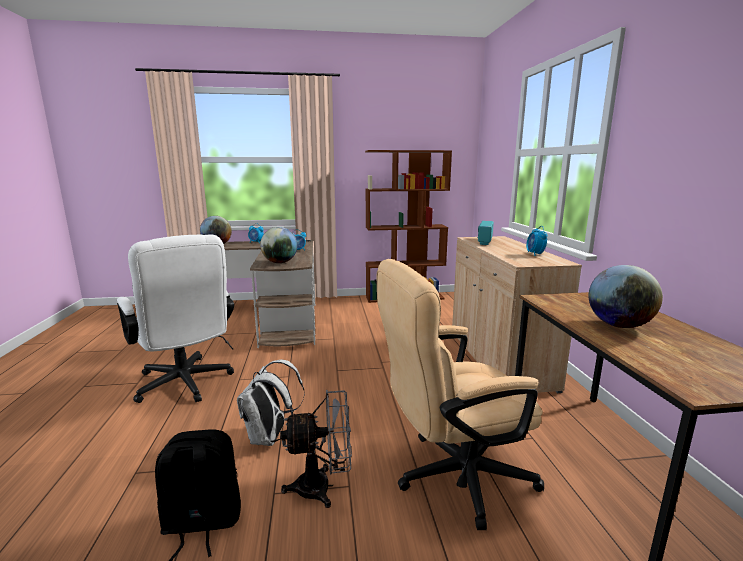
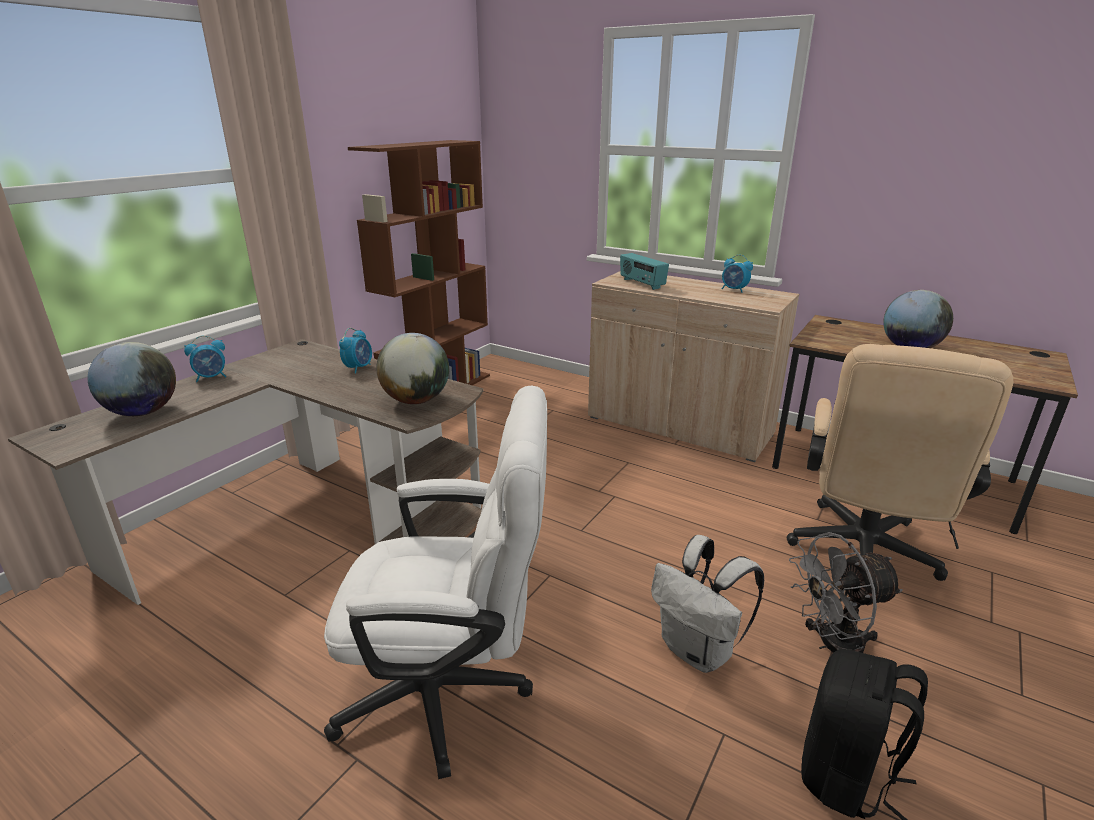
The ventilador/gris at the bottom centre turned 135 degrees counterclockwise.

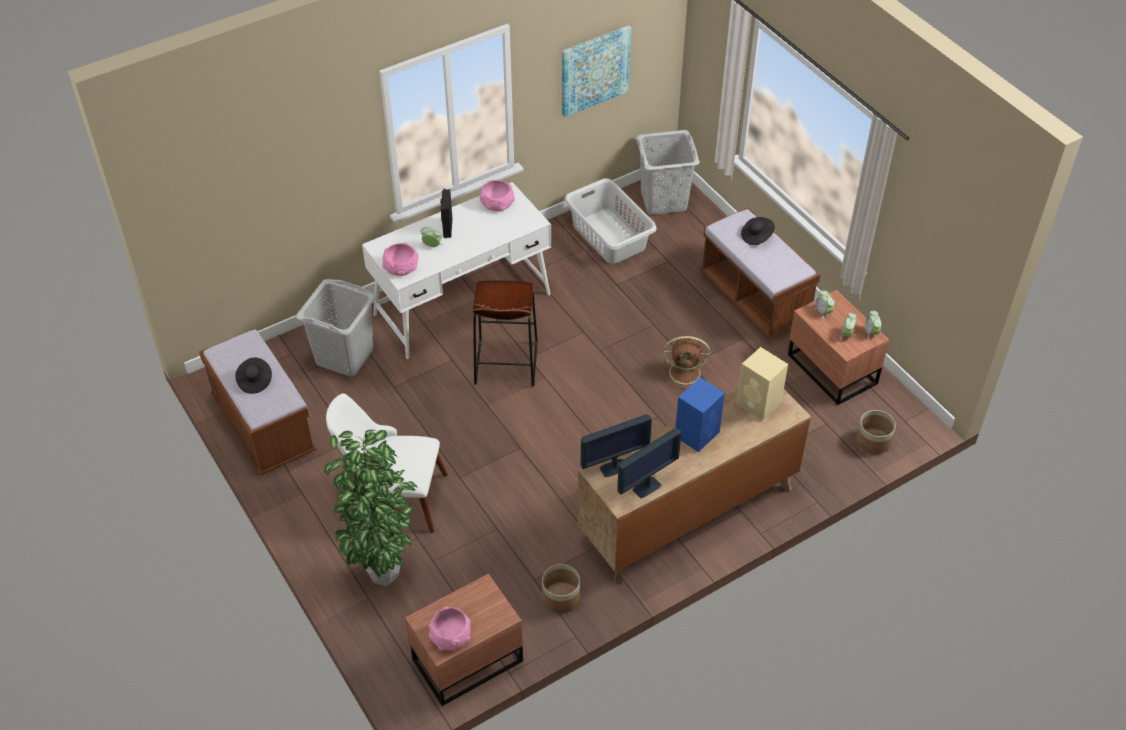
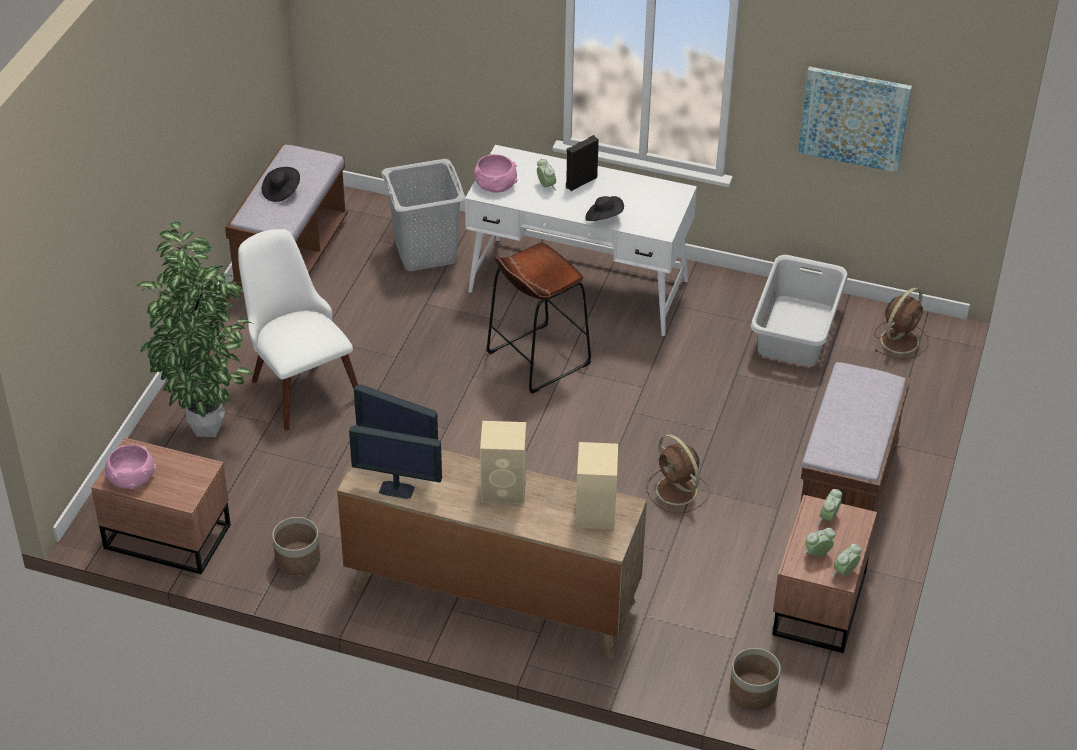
The cuenco/rosa (3rd from left) at the top centre disappeared.
The sombrero/negro (2nd from left) moved from the top right to the top centre.
The cesto de la ropa/gris (3rd from left) at the top centre was replaced by the ventilador/marrón (2nd from left) at the middle right.
The altavoz/azul at the centre became the altavoz/beis (1st from left) at the centre.

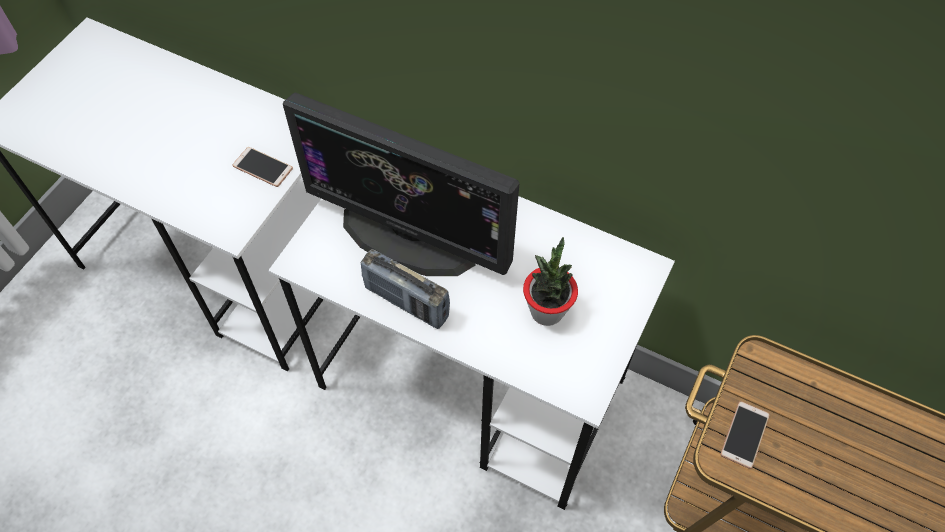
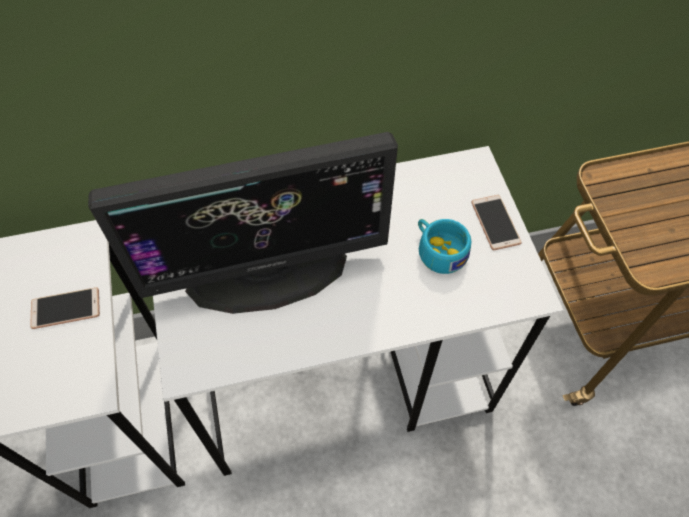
The radio at the centre disappeared.
The móvil (2nd from left) moved from the bottom right to the middle right.
The planta en maceta at the centre was replaced by the taza/turquesa at the centre.

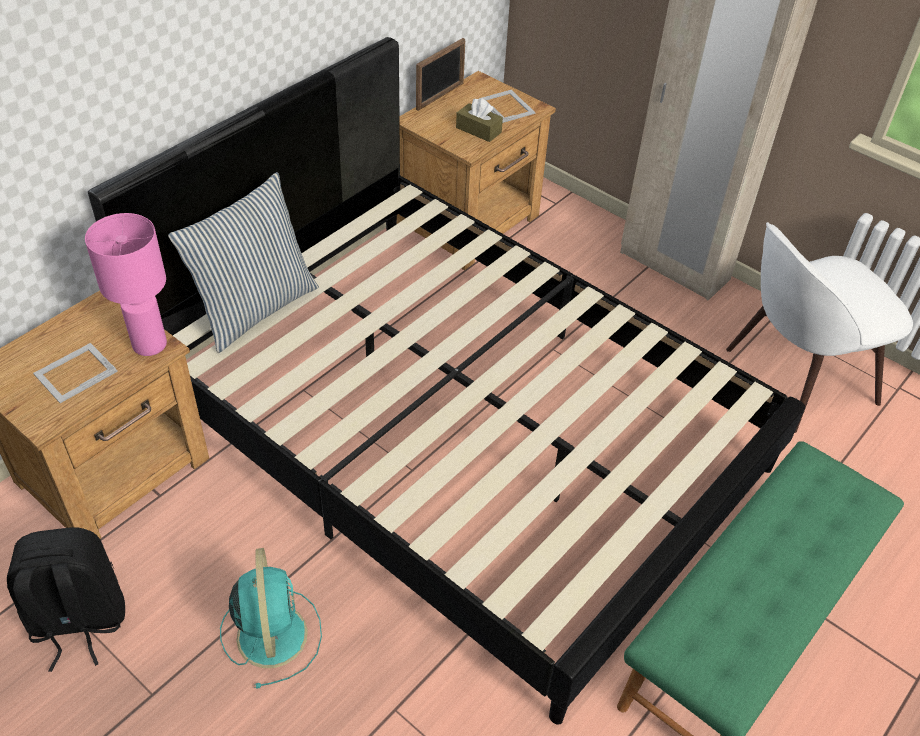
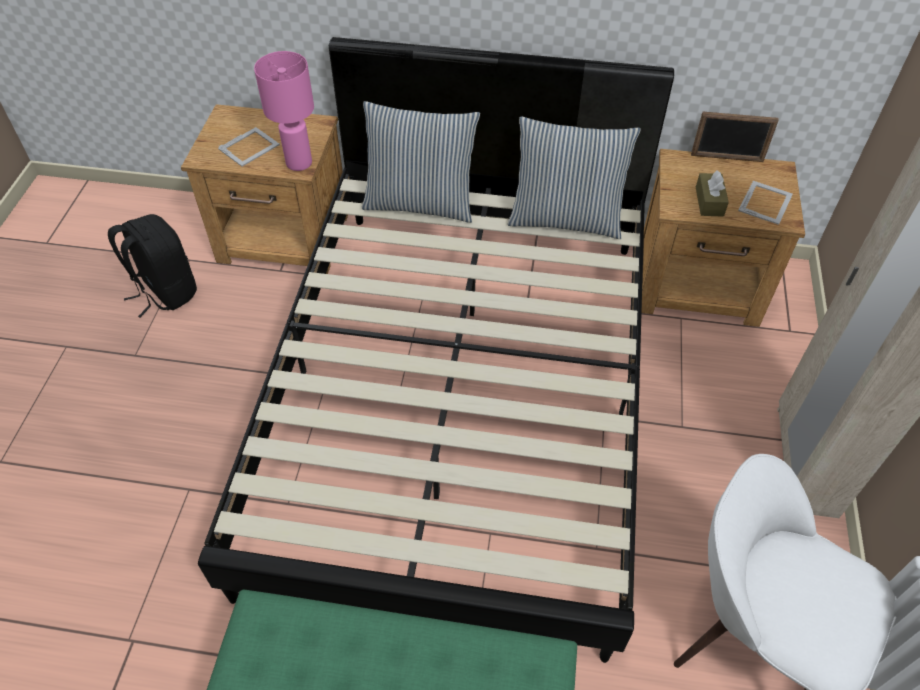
The ventilador/turquesa at the bottom left disappeared.
The cojín (2nd from left) at the top centre appeared.
The portarretratos (1st from left) at the middle left turned 120 degrees clockwise.

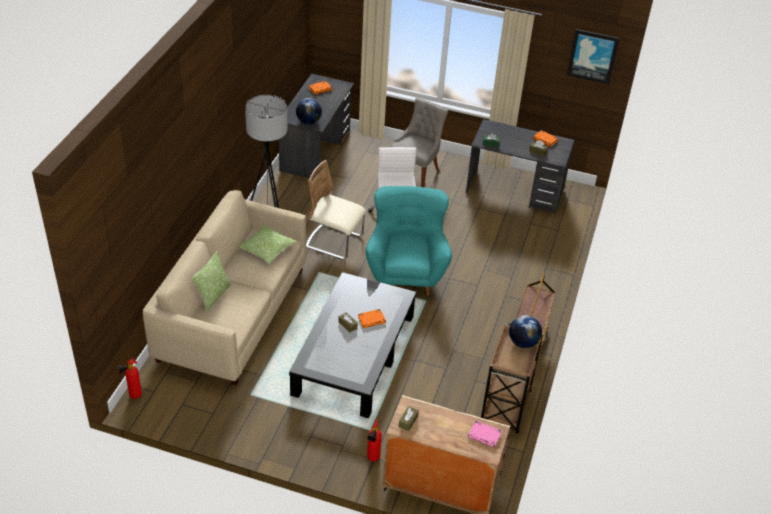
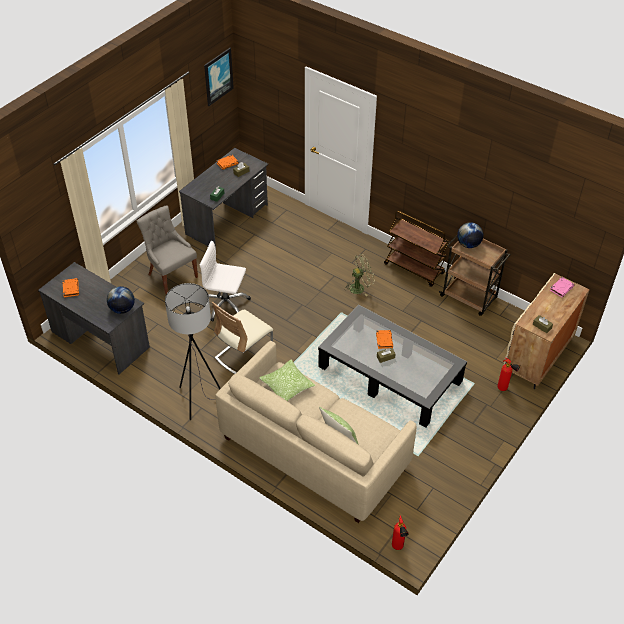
The sillón/turquesa at the centre disappeared.
The ventilador/verde at the centre appeared.

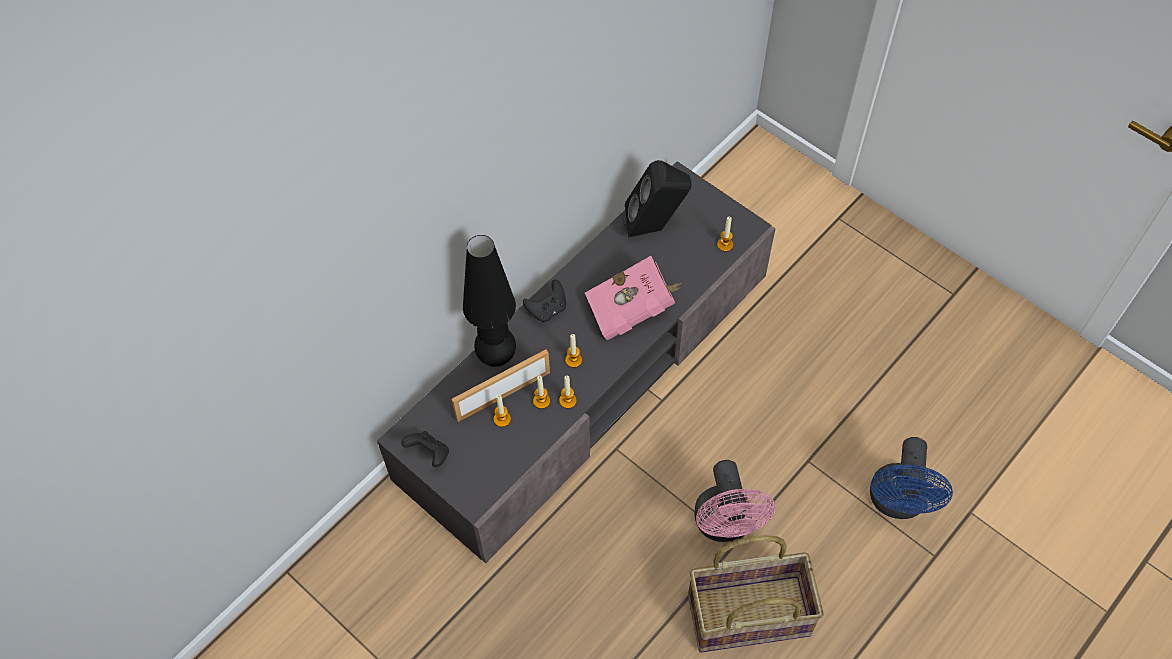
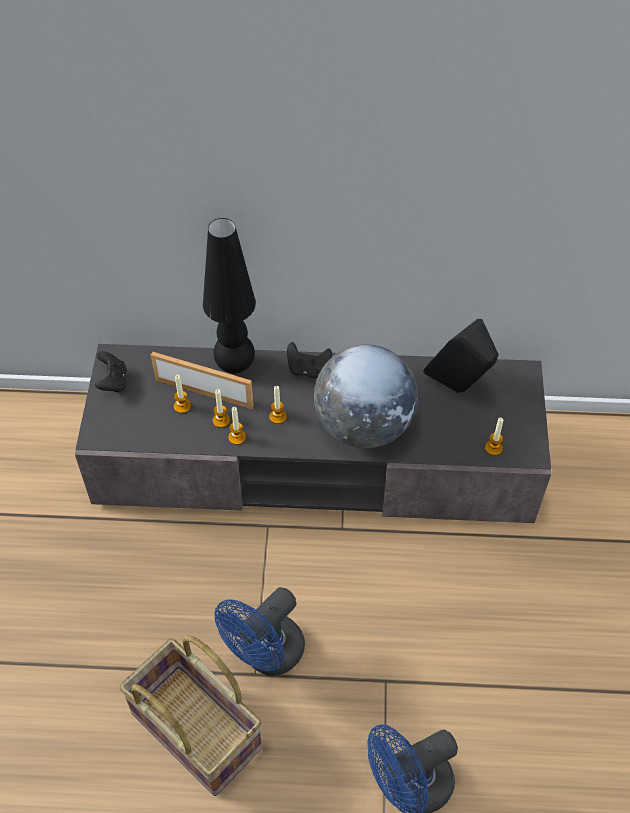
The libro/rosa at the centre was replaced by the globo terráqueo at the centre.
The ventilador/rosa at the bottom centre became the ventilador/azul (1st from left) at the bottom centre.

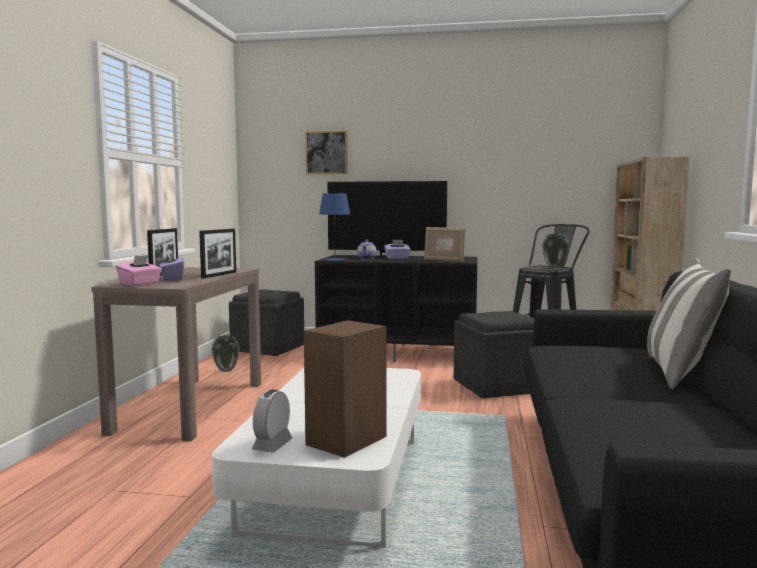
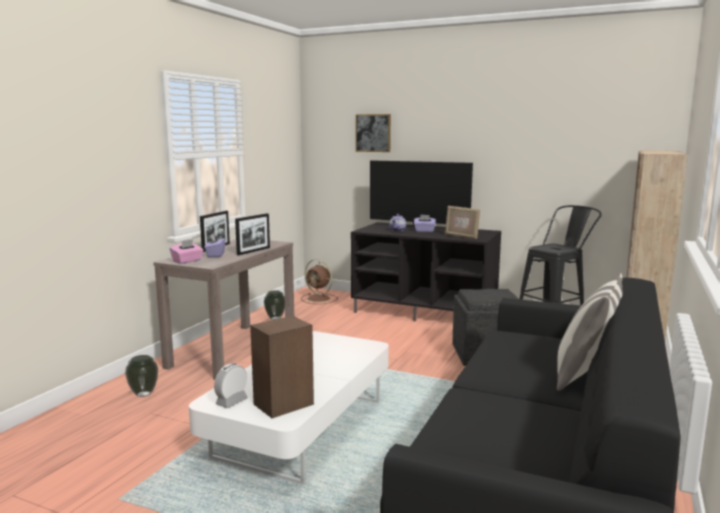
The lámpara de mesa/azul at the centre disappeared.
The florero (2nd from left in the first image) moved from the middle right to the bottom left.
The puf/gris (1st from left) at the centre was replaced by the ventilador/marrón at the centre.

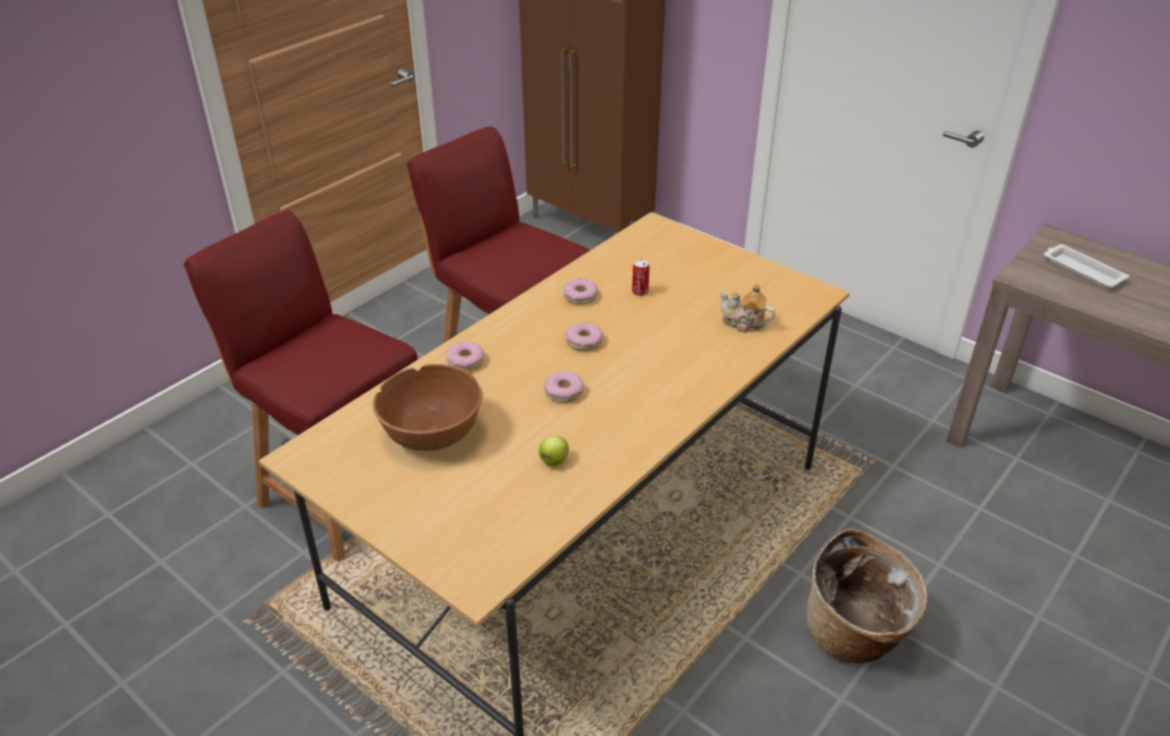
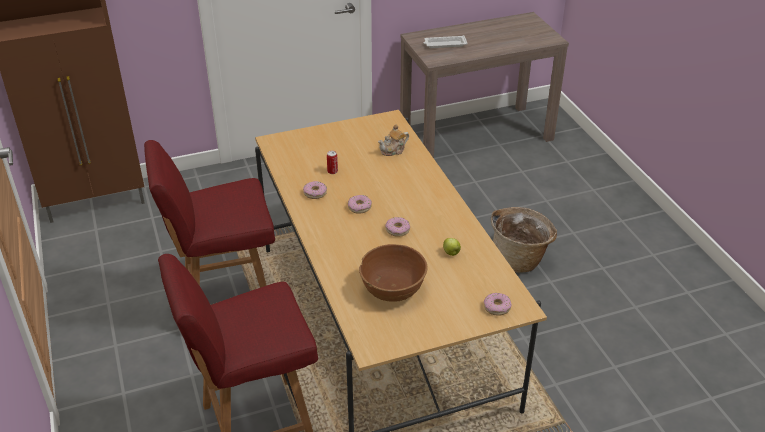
The rosquilla (1st from left in the first image) moved from the centre to the bottom centre.

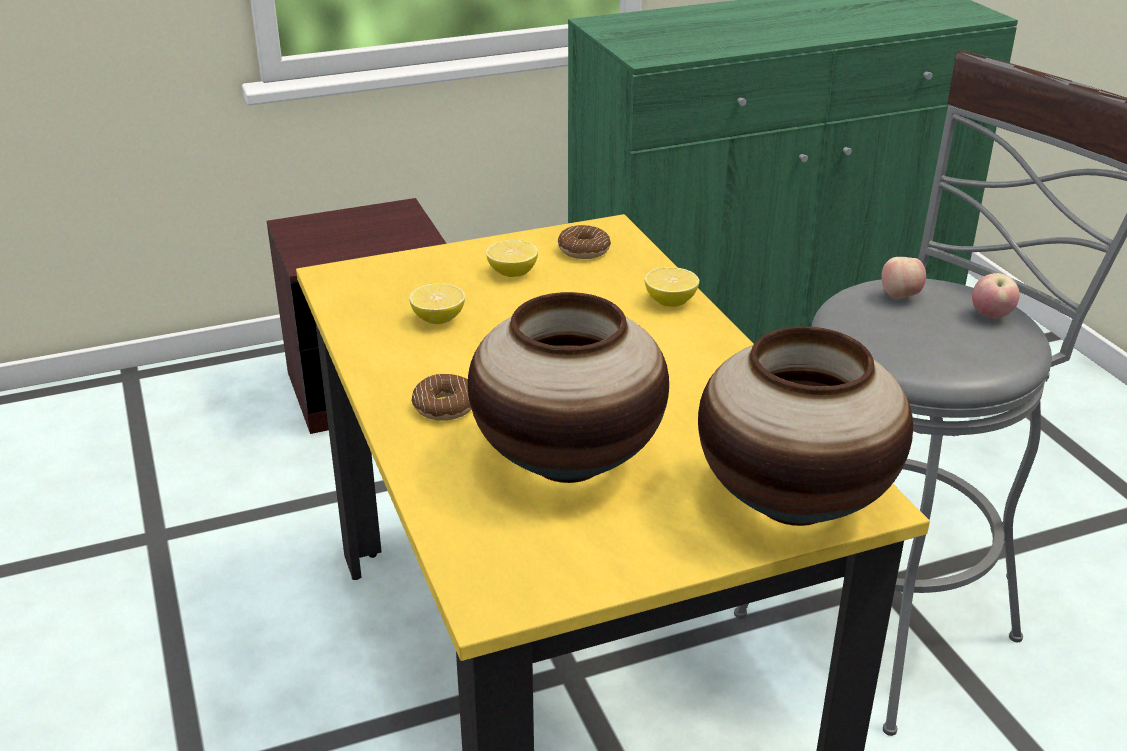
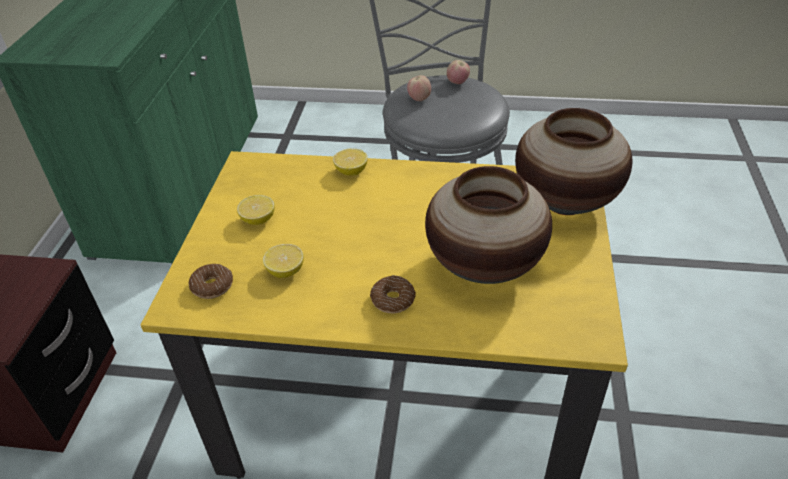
The rosquilla (2nd from left in the first image) moved from the top centre to the middle left.

